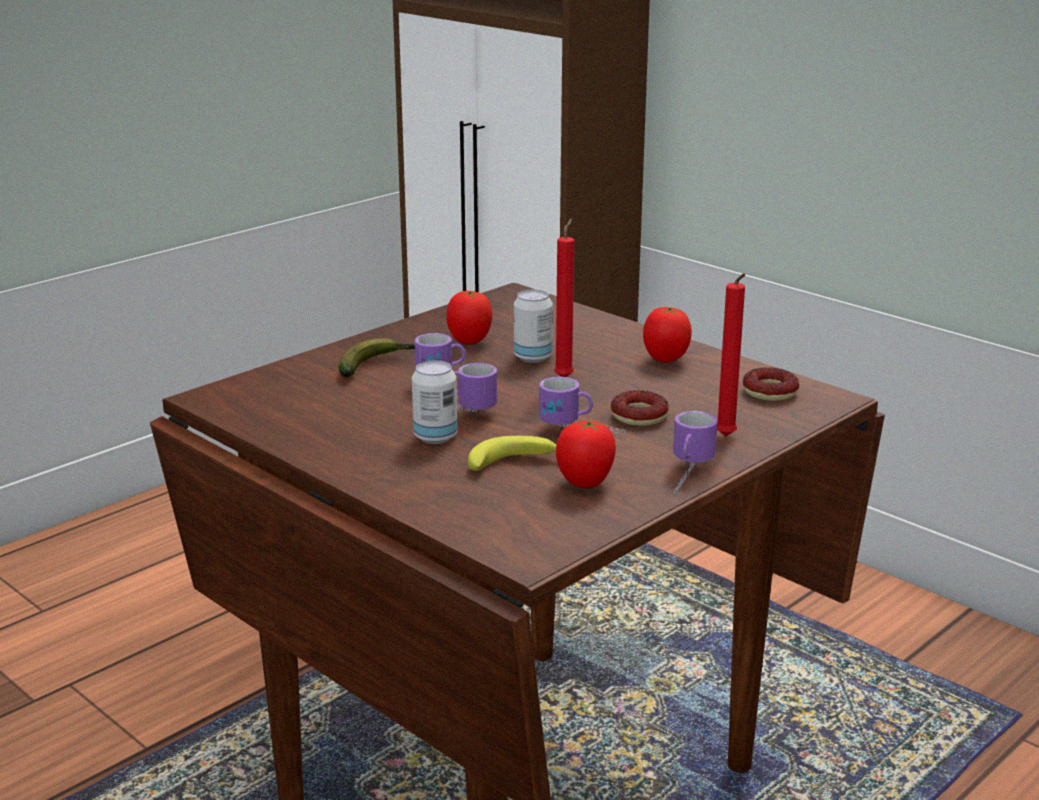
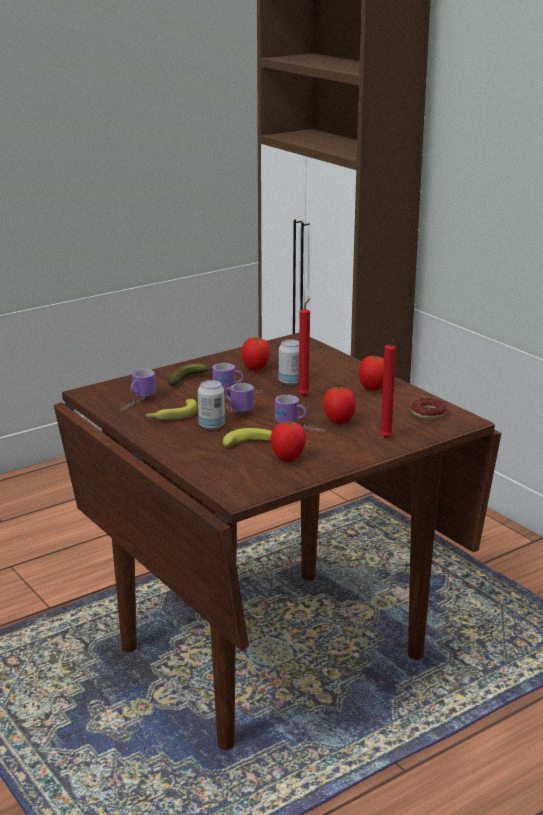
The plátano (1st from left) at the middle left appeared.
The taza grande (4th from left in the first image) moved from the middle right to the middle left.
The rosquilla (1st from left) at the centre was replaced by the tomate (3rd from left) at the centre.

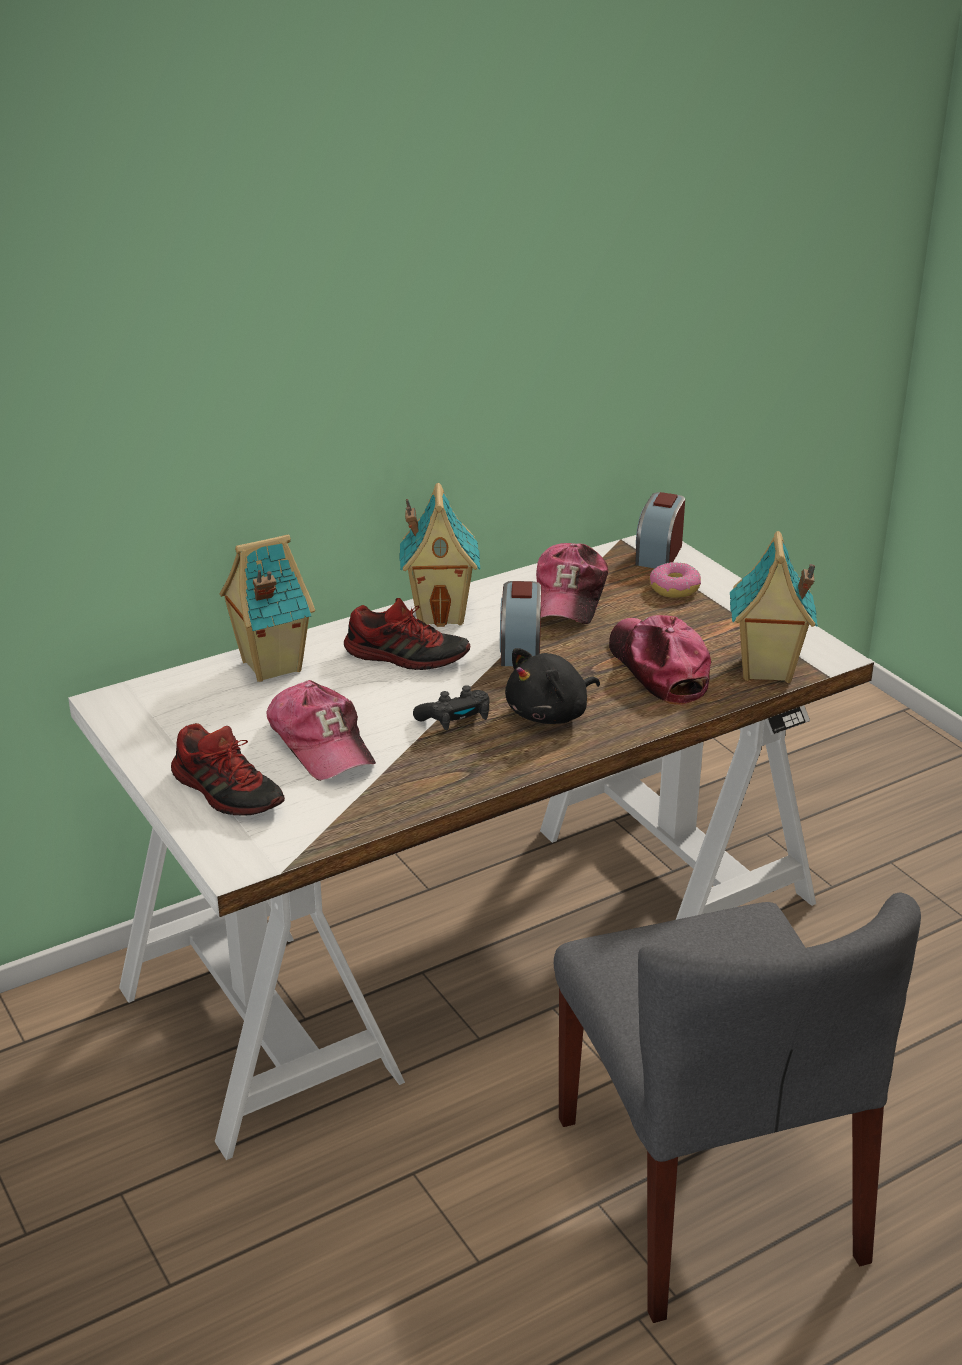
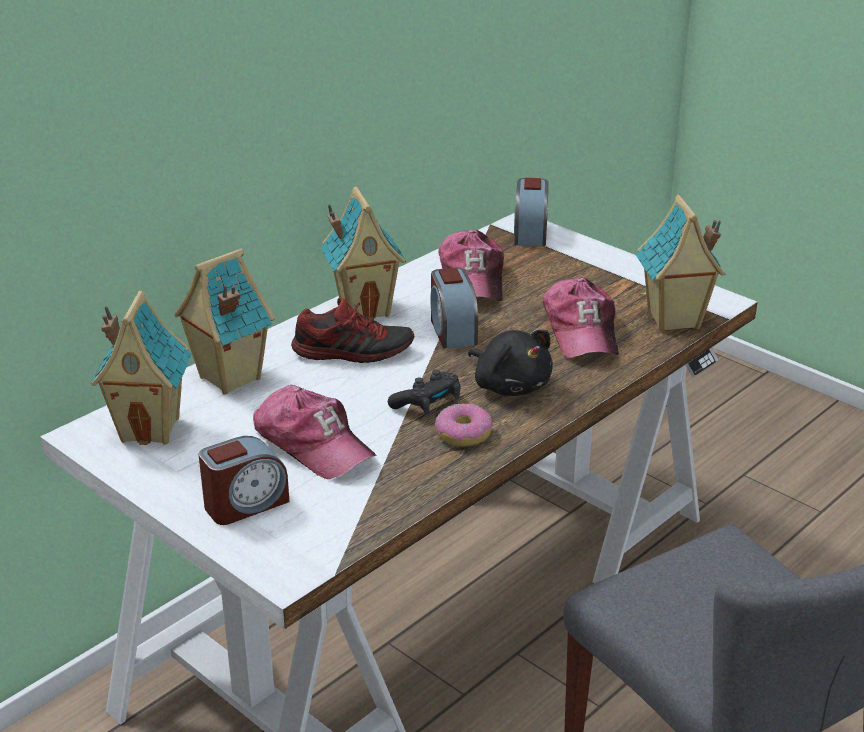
The casita (1st from left) at the middle left appeared.
The rosquilla moved from the middle right to the centre.
The zapato (1st from left) at the middle left was replaced by the despertador (1st from left) at the middle left.
The peluche/negro at the centre turned 75 degrees counterclockwise.
The gorra (3rd from left) at the middle right turned 150 degrees counterclockwise.

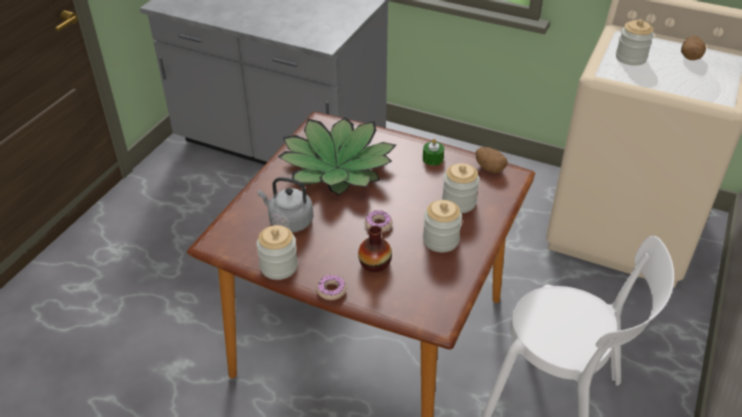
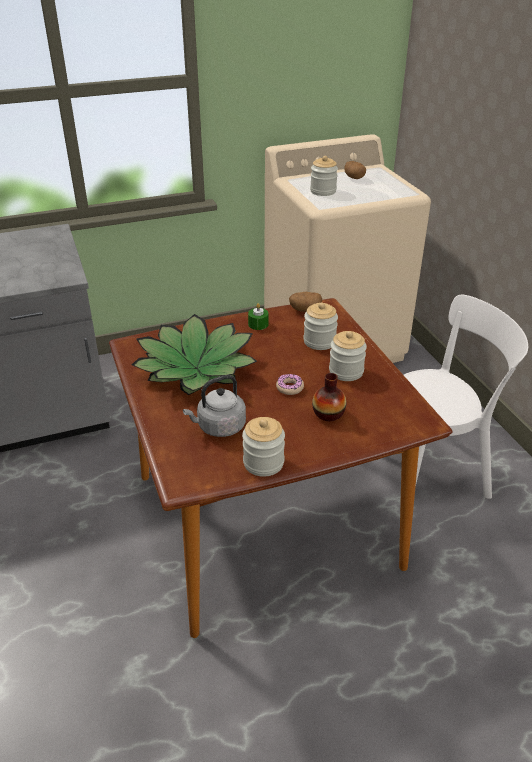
The rosquilla (1st from left) at the bottom centre disappeared.

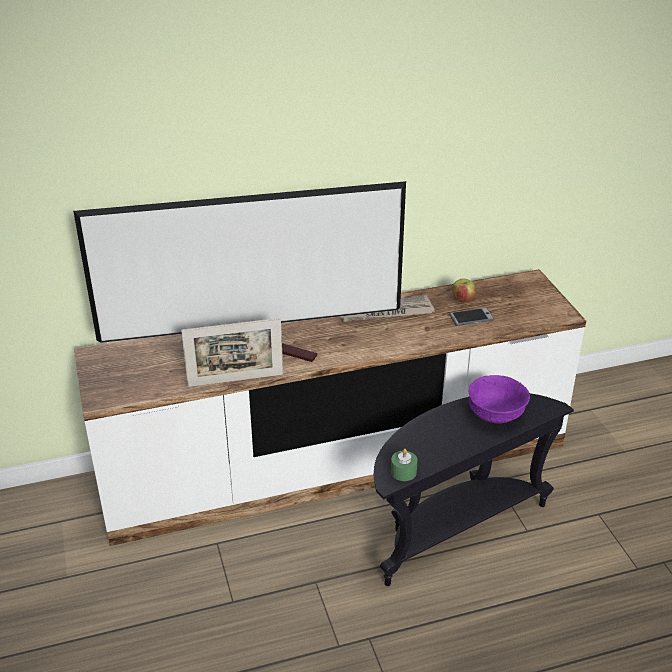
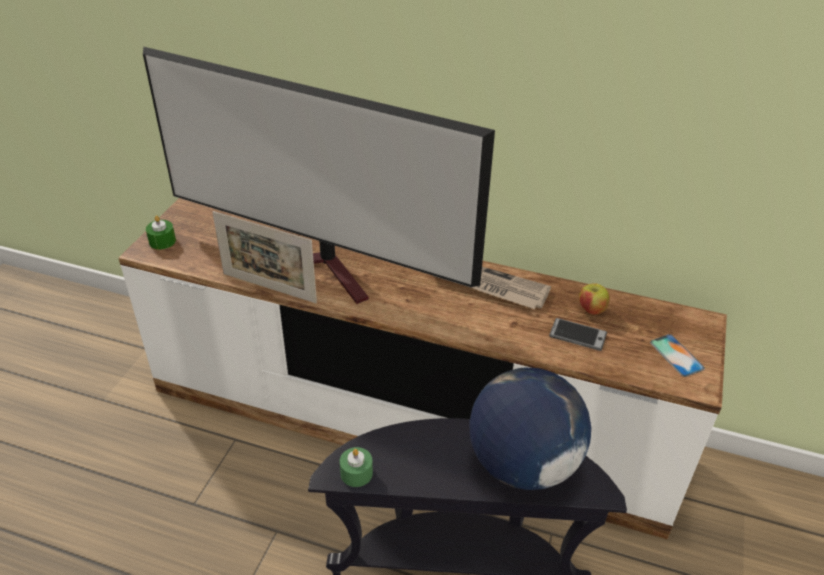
The vela/verde (1st from left) at the middle left appeared.
The móvil (2nd from left) at the middle right appeared.
The cuenco/morado at the middle right was replaced by the globo terráqueo at the bottom centre.

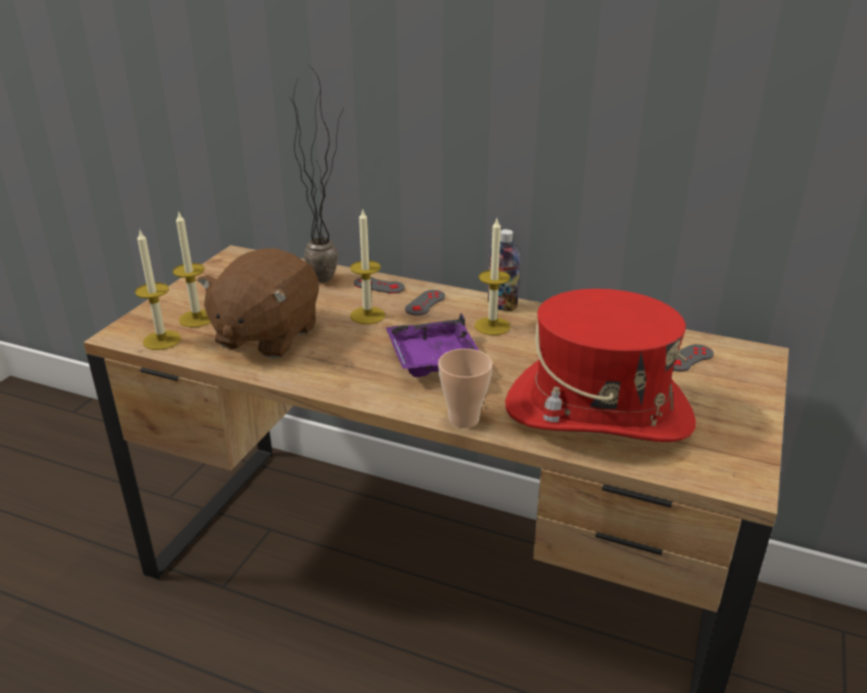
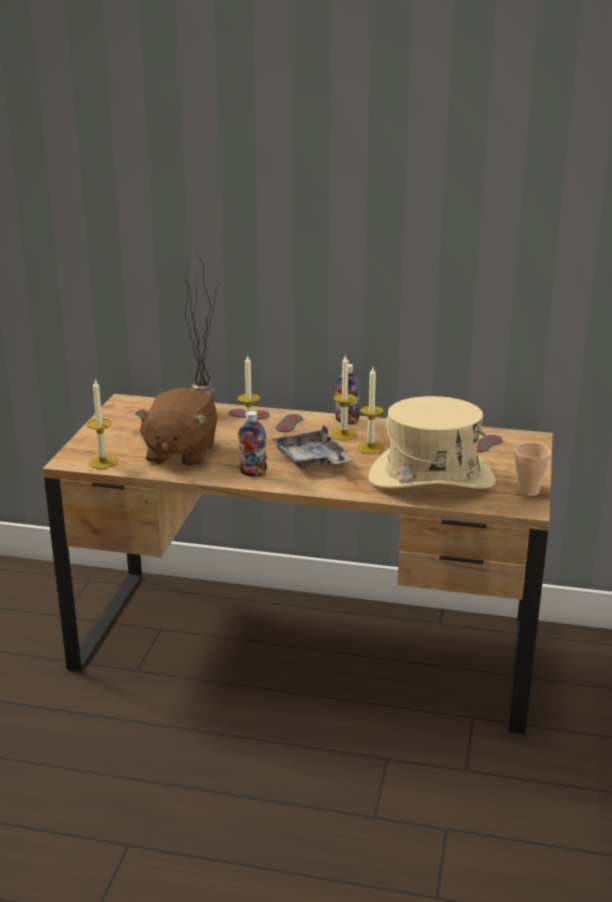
The botella (1st from left) at the centre appeared.
The vela (2nd from left in the first image) moved from the middle left to the centre.
The taza moved from the centre to the middle right.
The bandeja/morado at the centre became the bandeja/gris at the centre.
The sombrero/rojo at the middle right became the sombrero/beis at the middle right.

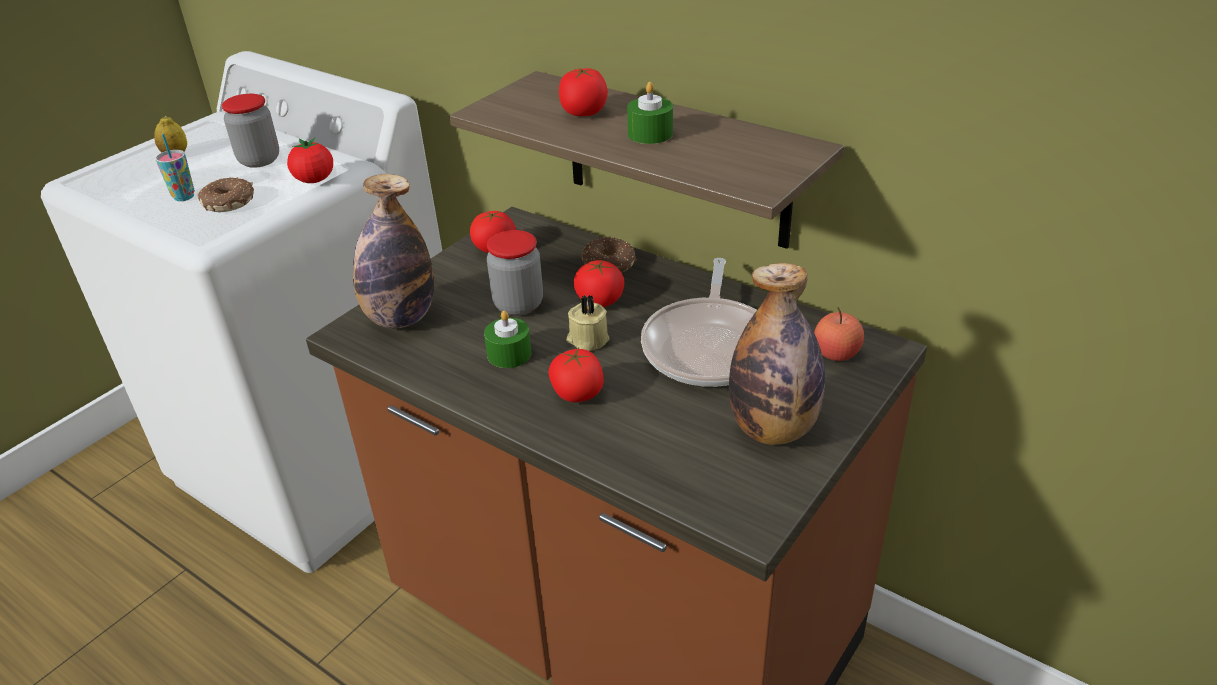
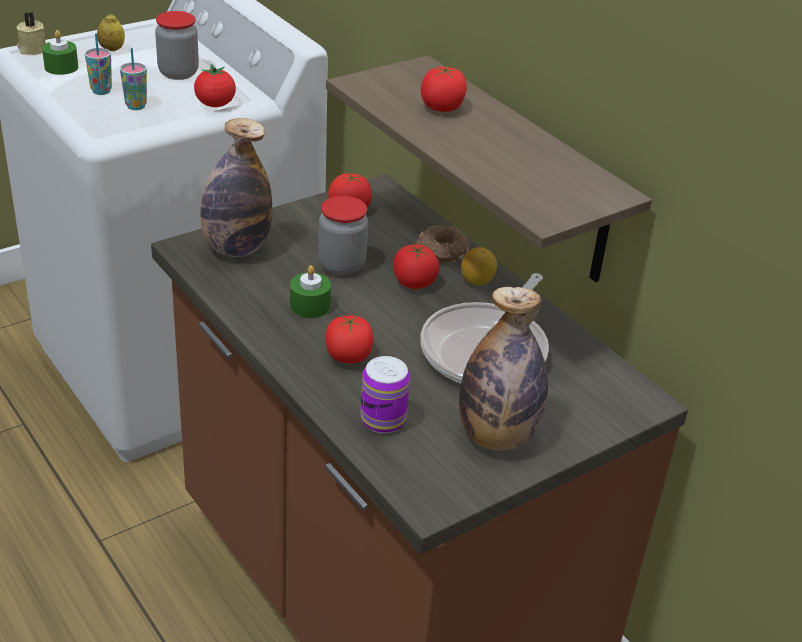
The manzana at the middle right disappeared.
The lata at the centre appeared.
The limón (2nd from left) at the centre appeared.
The vela/beis moved from the centre to the top left.
The vela/verde (2nd from left in the first image) moved from the top centre to the top left.
The rosquilla (1st from left) at the top left was replaced by the taza (2nd from left) at the top left.

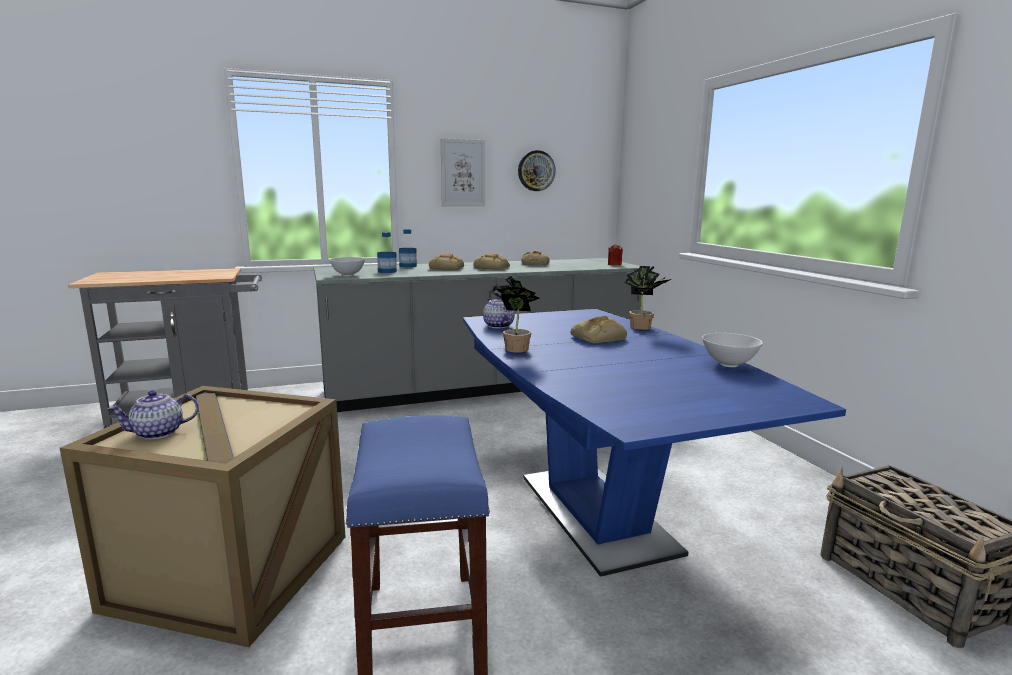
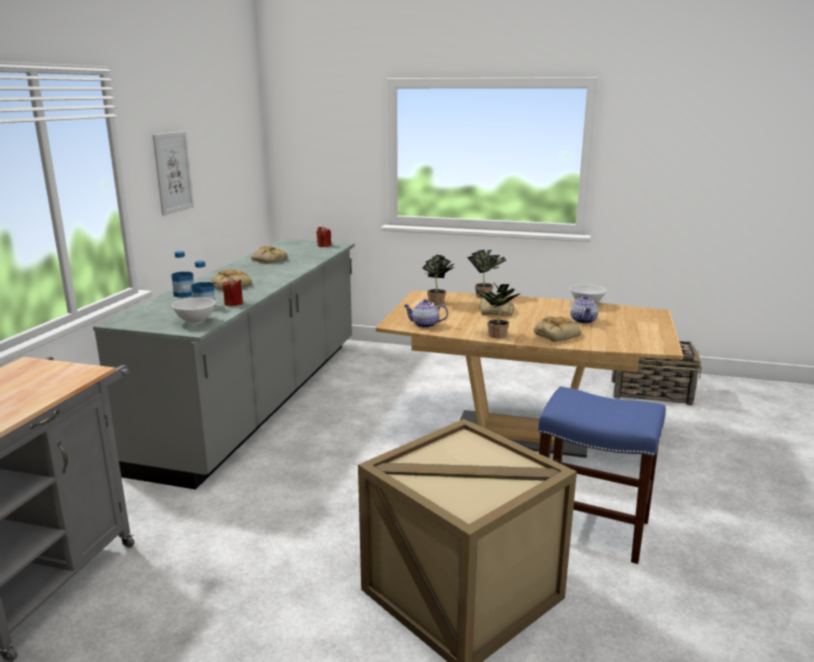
The reloj de pared at the top centre disappeared.
The vela/rojo (1st from left) at the middle left appeared.
The planta en maceta (1st from left) at the centre appeared.
The tetera (1st from left in the first image) moved from the middle left to the middle right.
The pan (2nd from left in the first image) moved from the centre to the middle right.
The mesa de comedor/azul at the centre became the mesa de comedor/marrón at the centre.

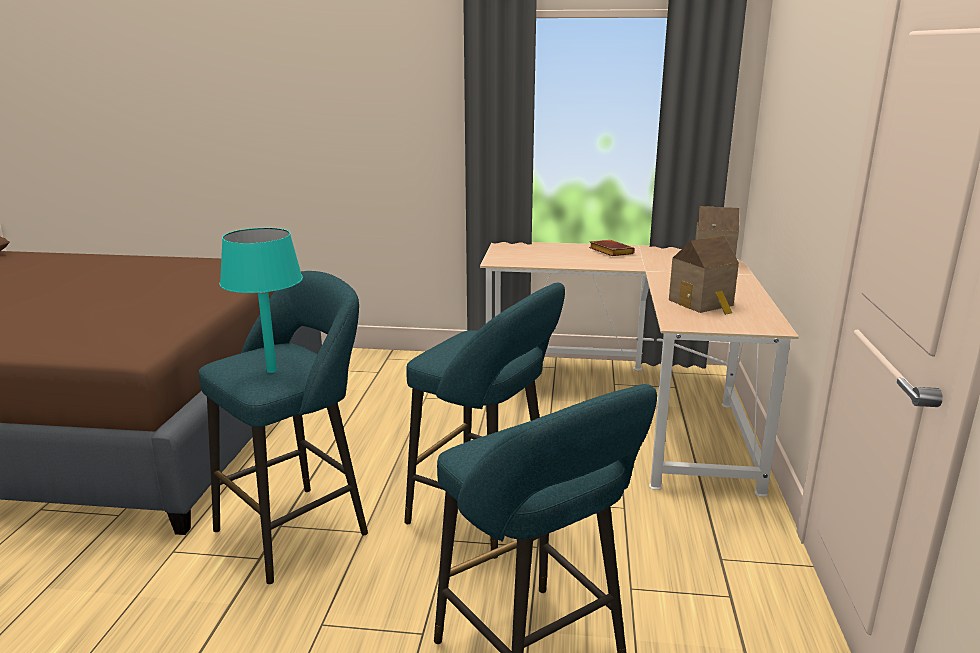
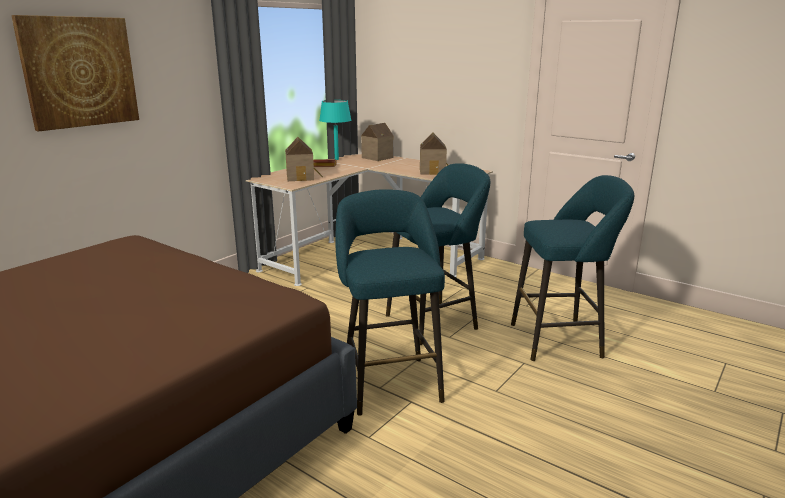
The cuadro at the top left appeared.
The casita (1st from left) at the top centre appeared.
The lámpara de mesa/turquesa moved from the middle left to the top centre.

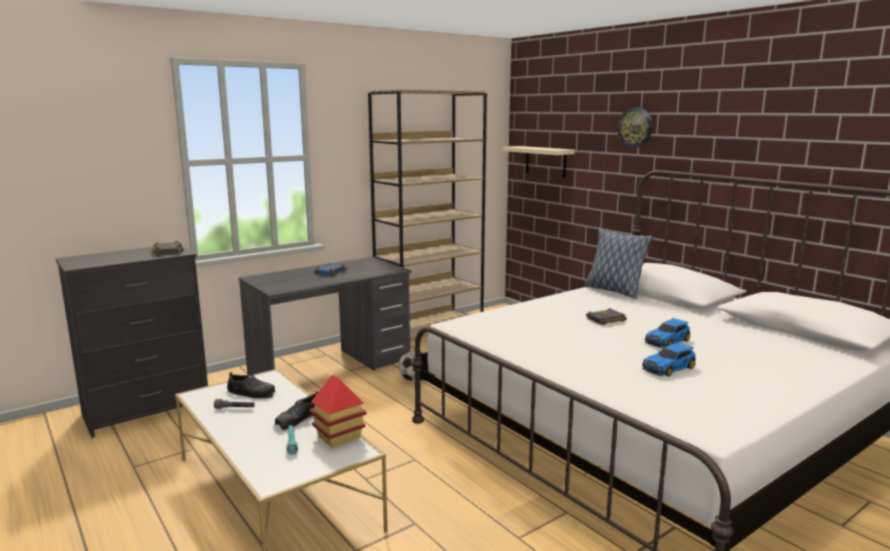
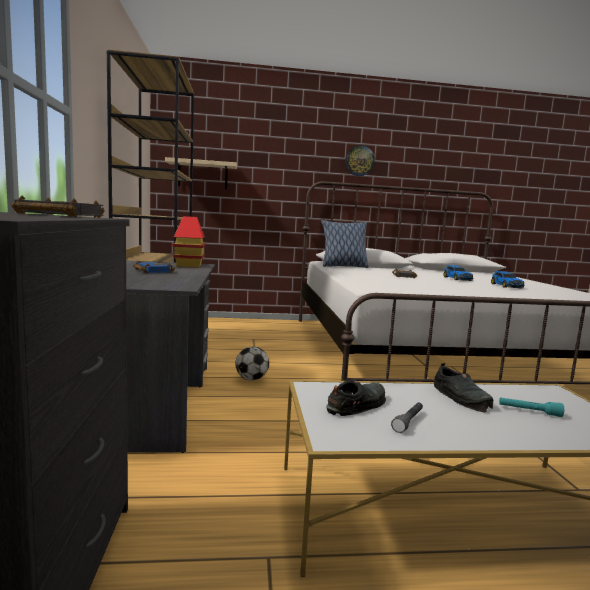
The casita moved from the bottom centre to the middle left.
The reloj de pared moved from the top right to the top centre.

